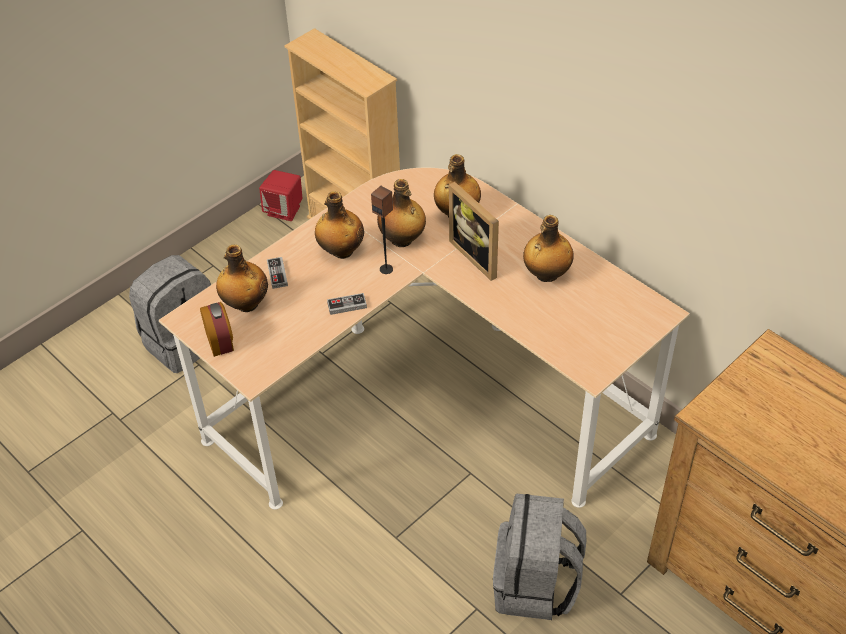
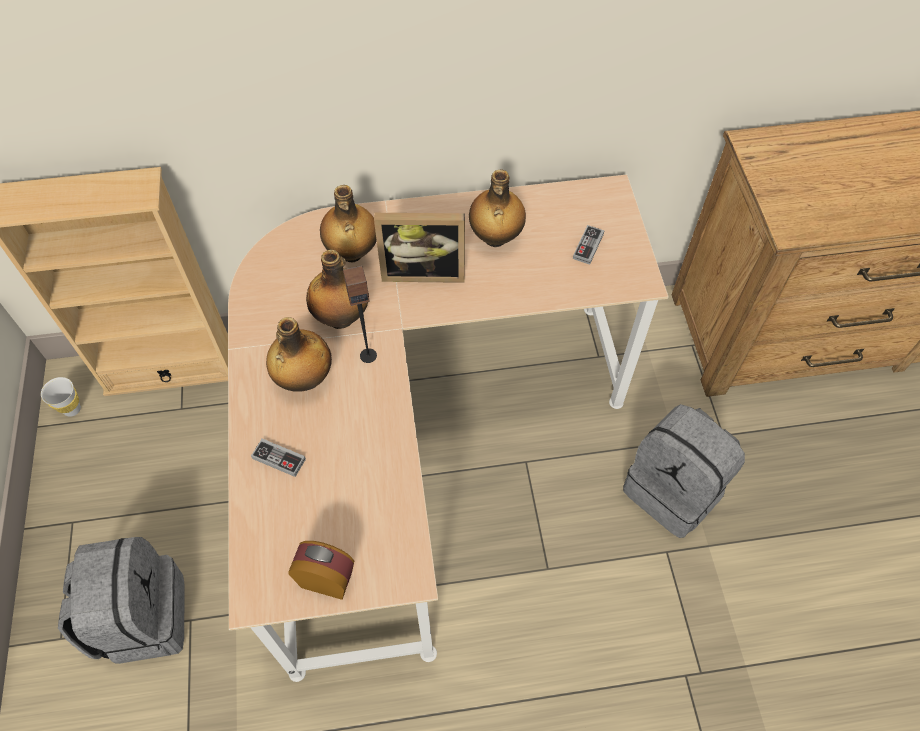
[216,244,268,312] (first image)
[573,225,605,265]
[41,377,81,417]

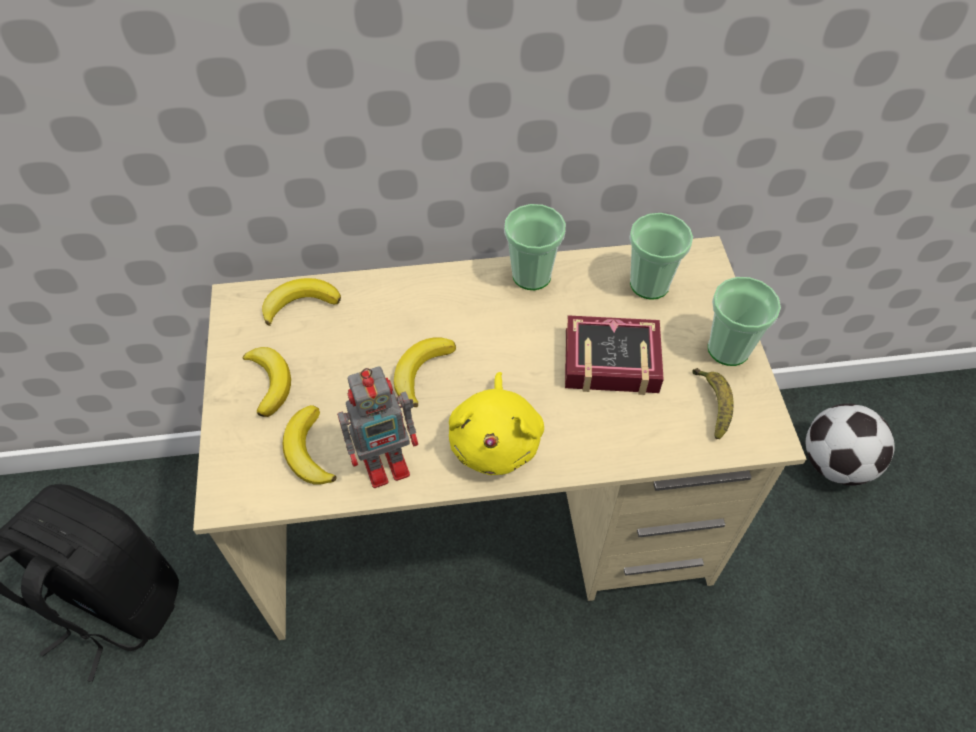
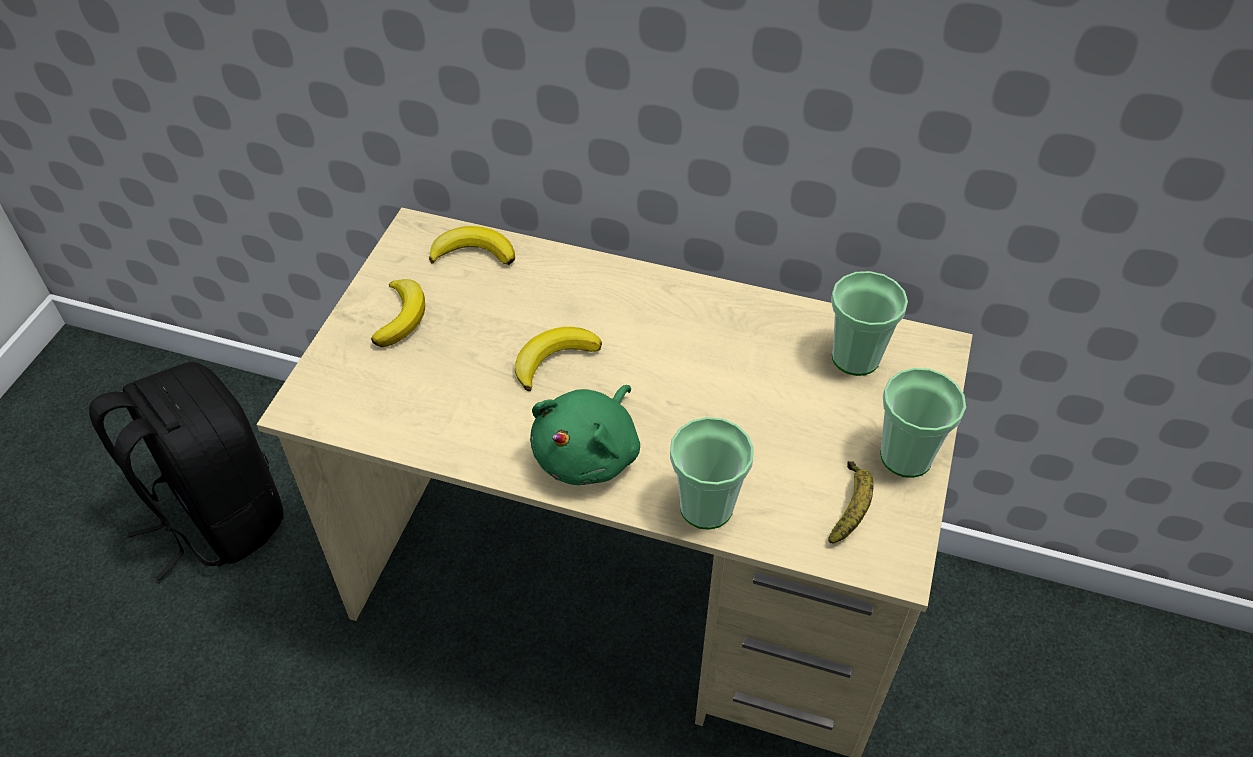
[282,405,336,485] (first image)
[337,366,418,488] (first image)
[565,315,664,395] (first image)
[806,403,895,486] (first image)
[670,417,754,530]
[530,385,640,485]

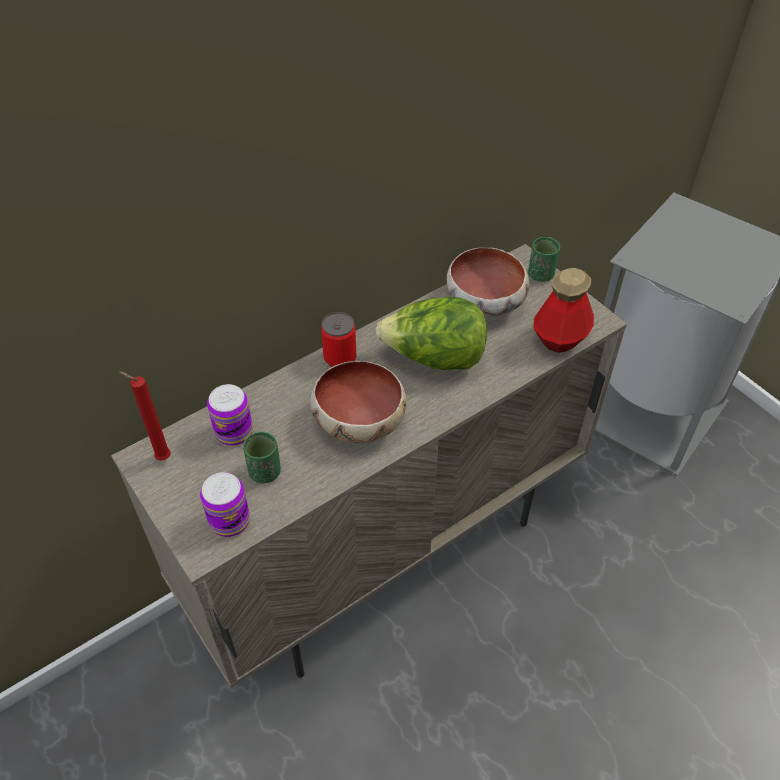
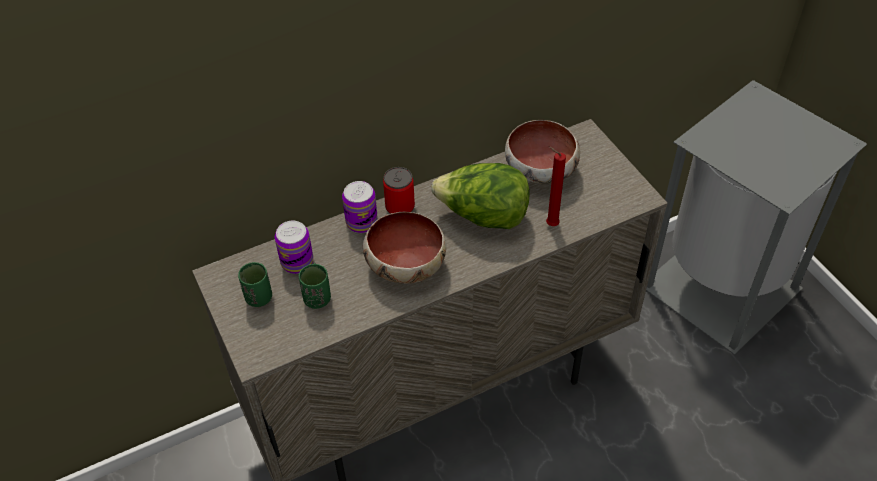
[533,268,594,353] (first image)
[546,147,566,226]
[342,181,378,233]
[238,262,272,307]

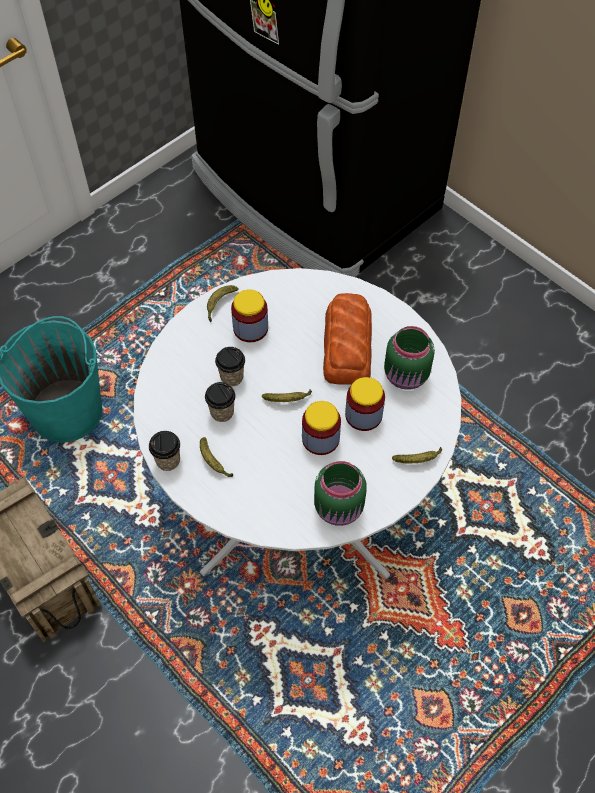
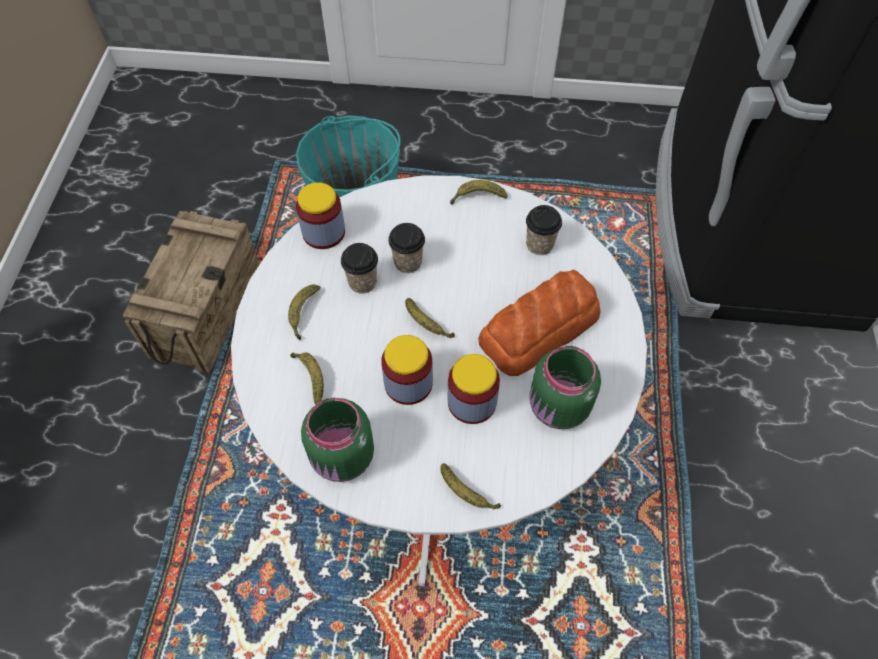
[290,353,324,404]
[526,205,562,255]
[296,182,345,249]

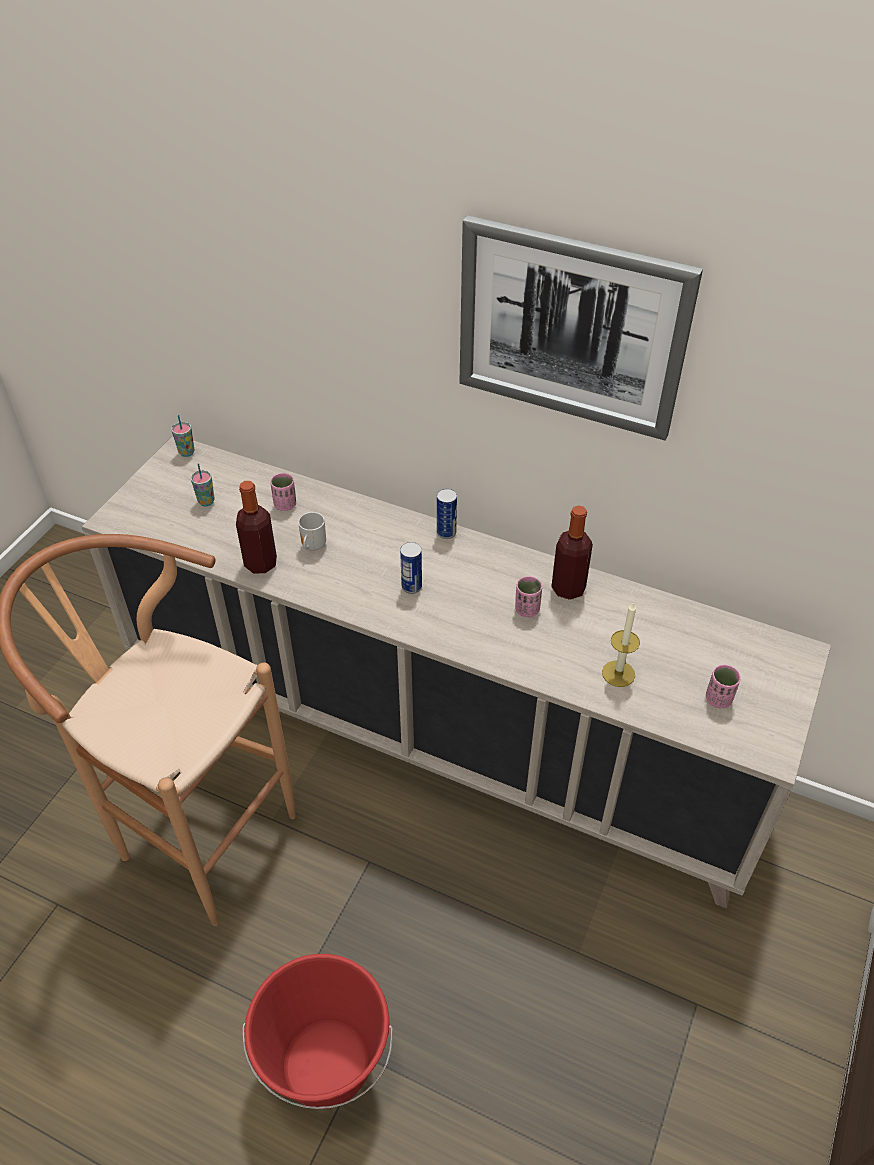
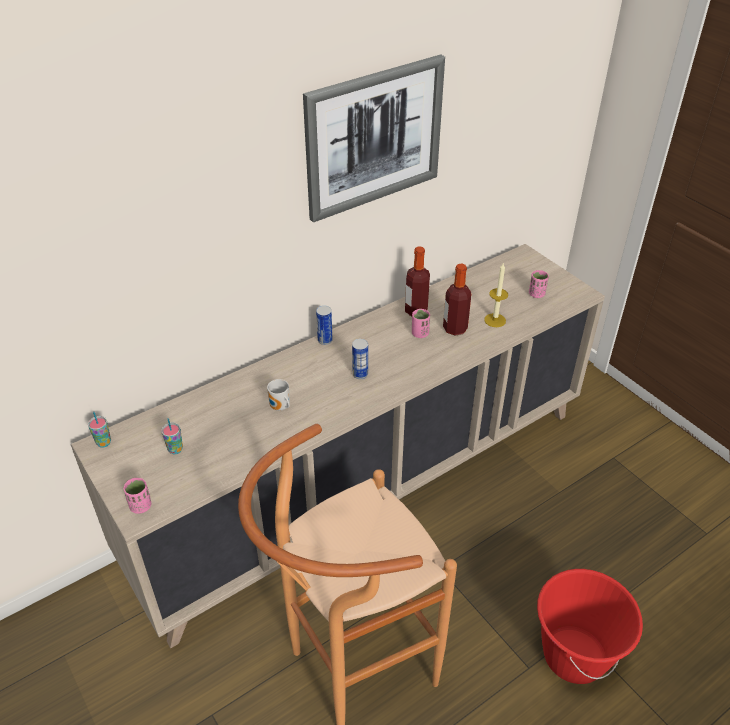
[443,263,472,336]
[123,478,151,514]

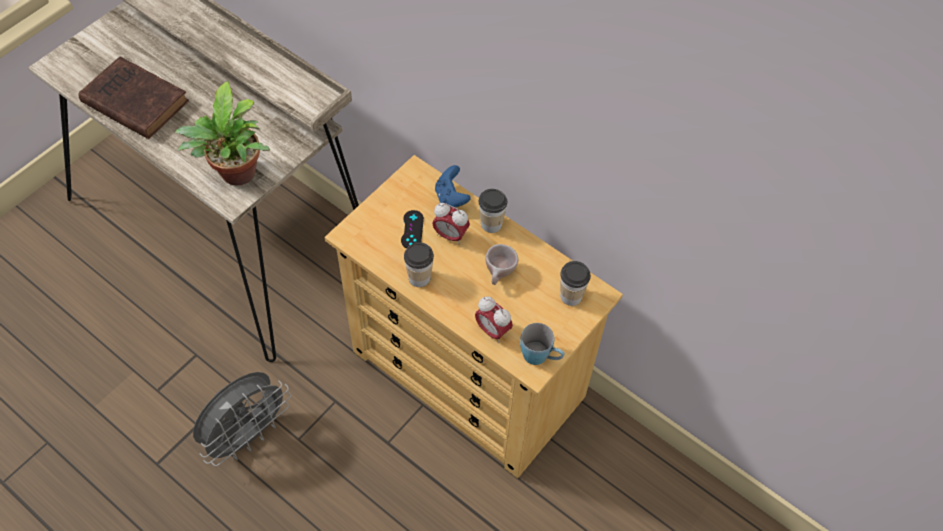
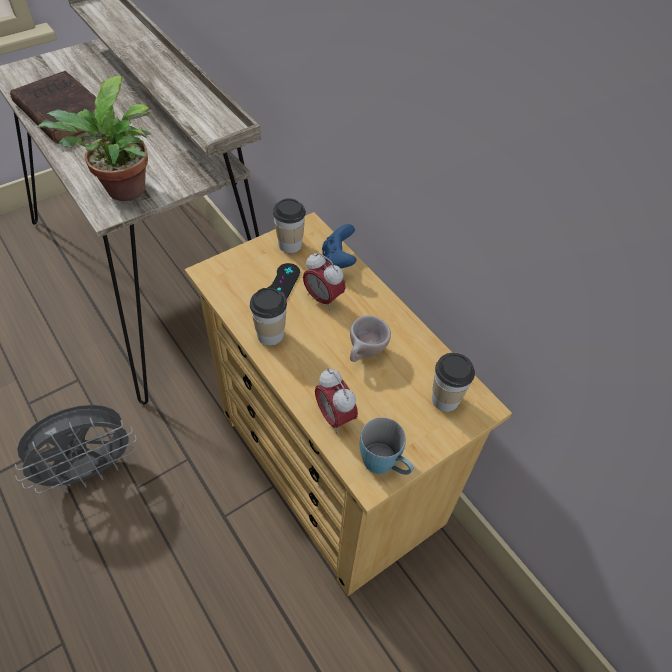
[273,198,306,253]

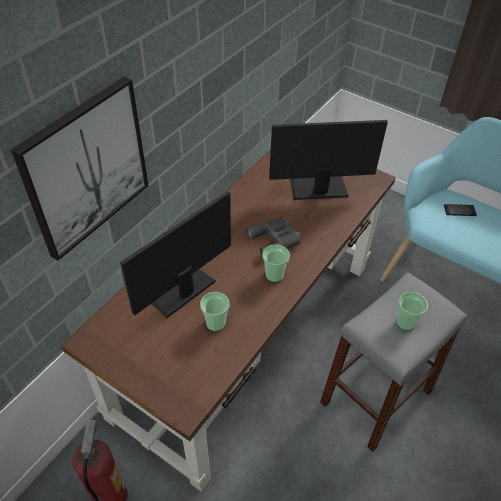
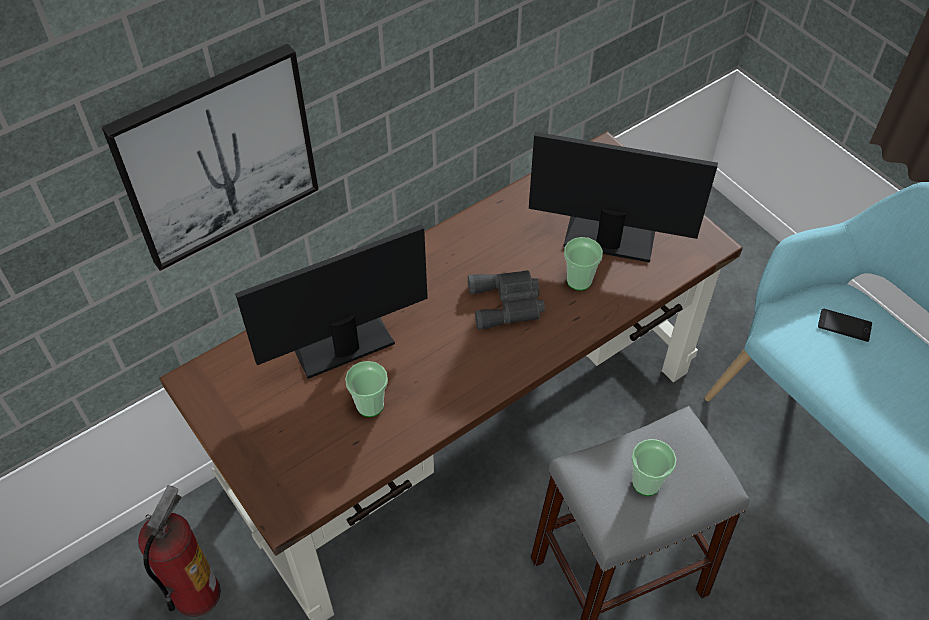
[564,237,603,291]

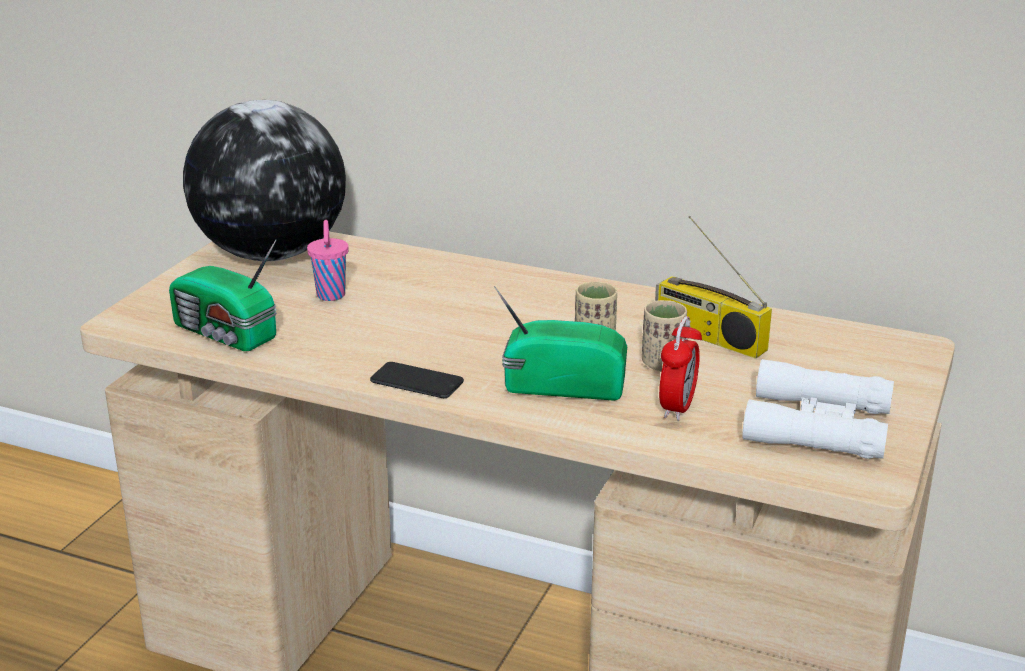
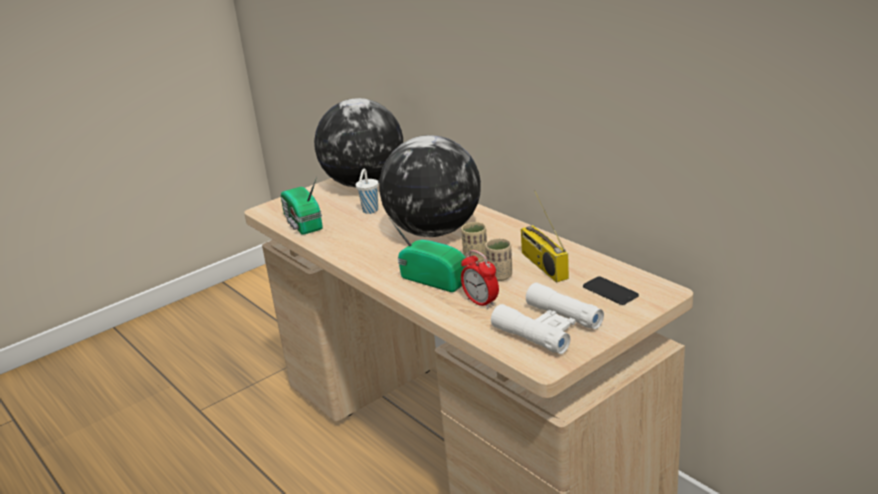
[379,135,481,237]
[583,276,639,305]
[356,169,378,214]
[461,250,499,309]

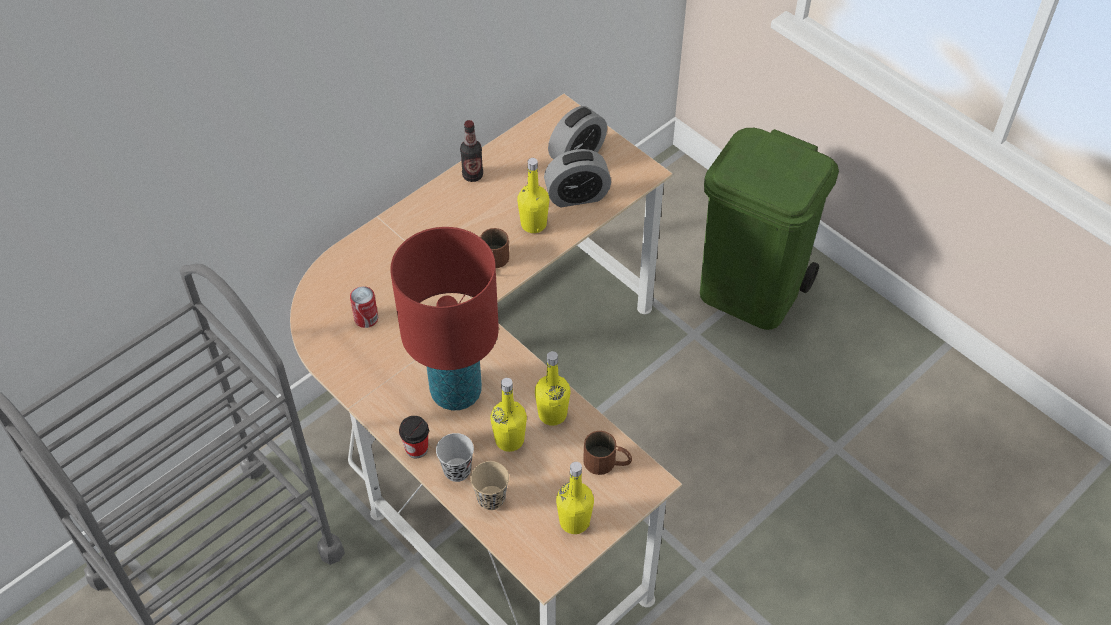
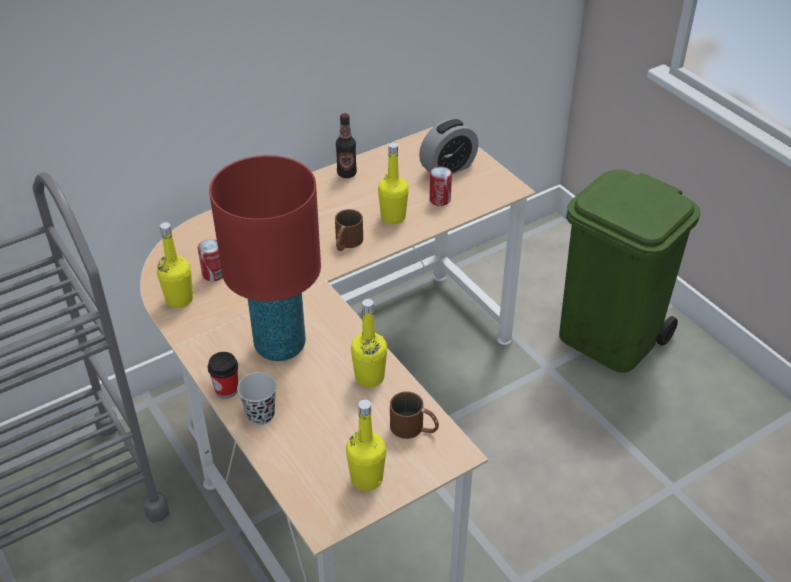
[470,461,509,510] (first image)
[157,222,194,308]
[429,166,452,206]

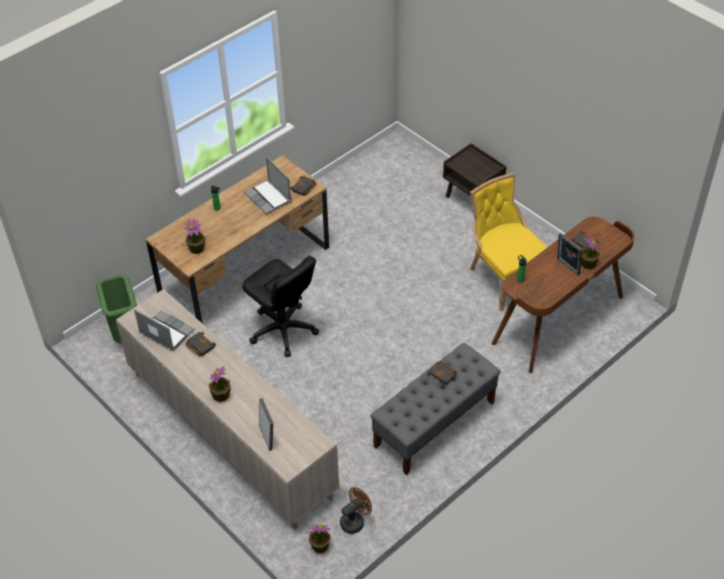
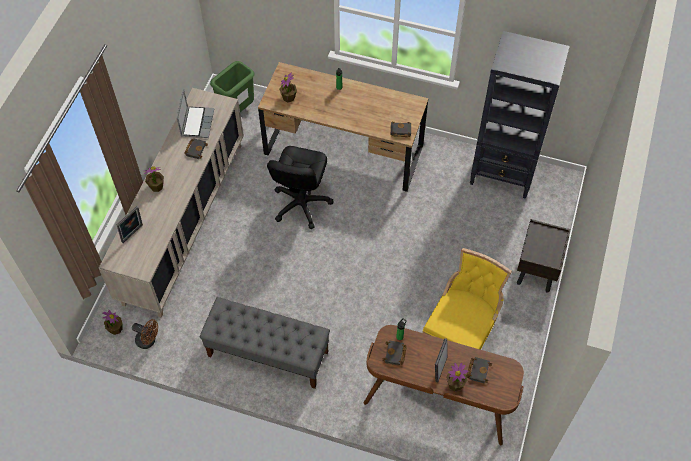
[244,157,291,215] (first image)
[470,31,570,199]
[382,340,407,366]

